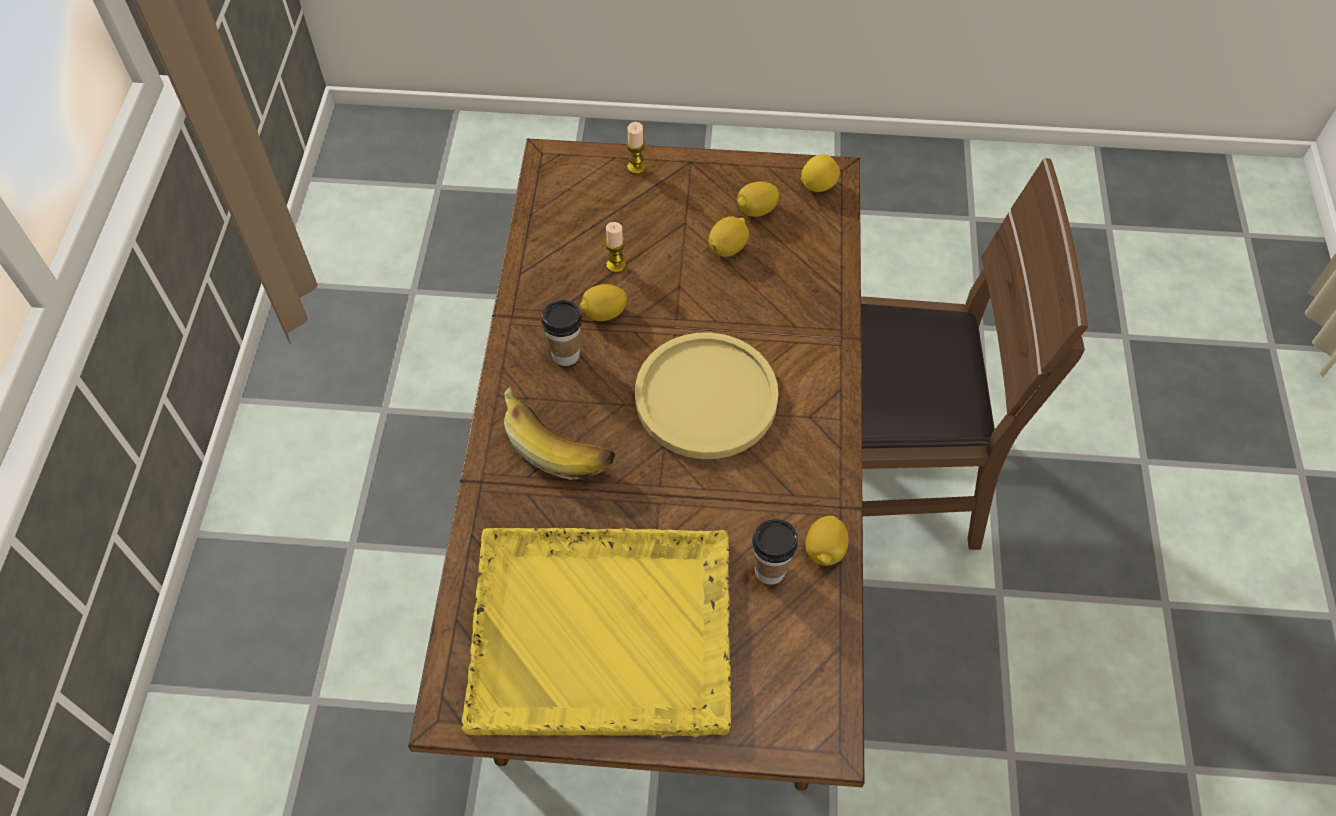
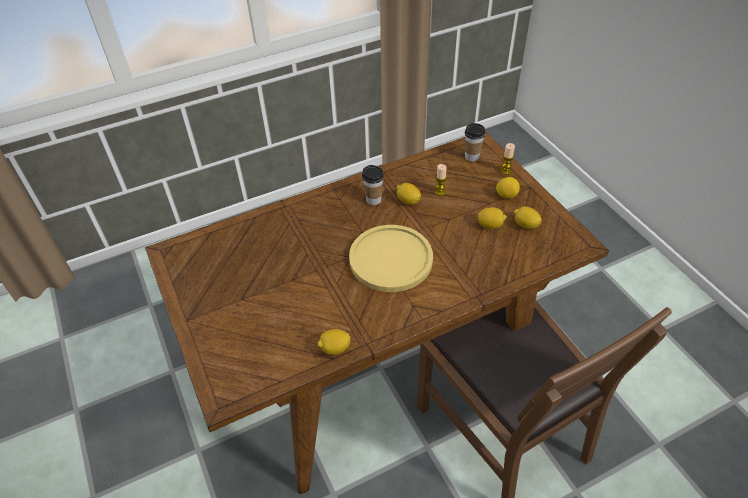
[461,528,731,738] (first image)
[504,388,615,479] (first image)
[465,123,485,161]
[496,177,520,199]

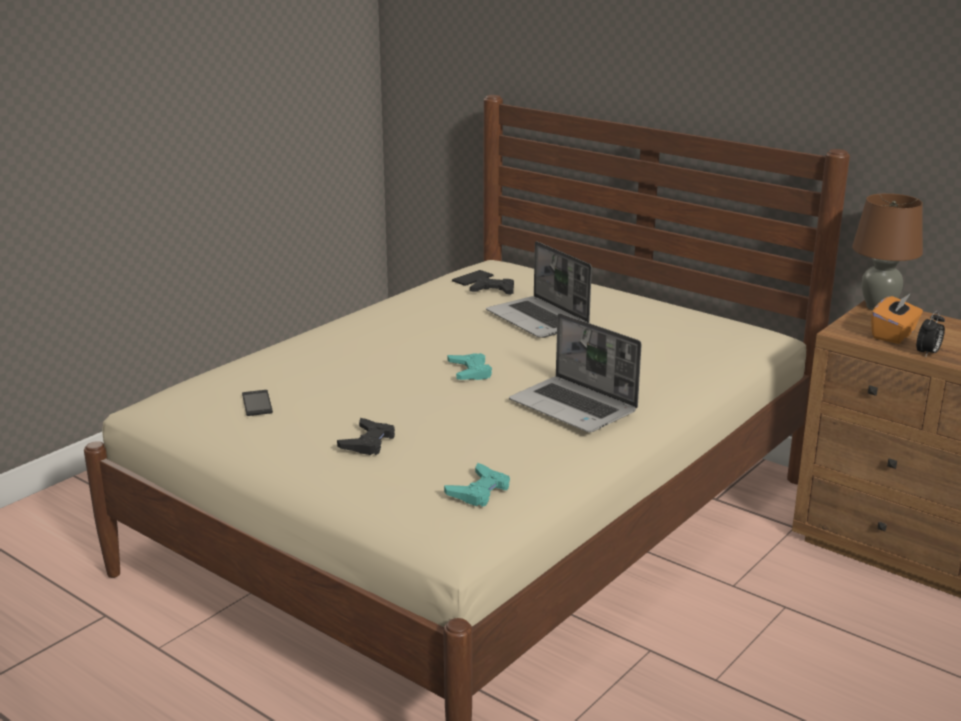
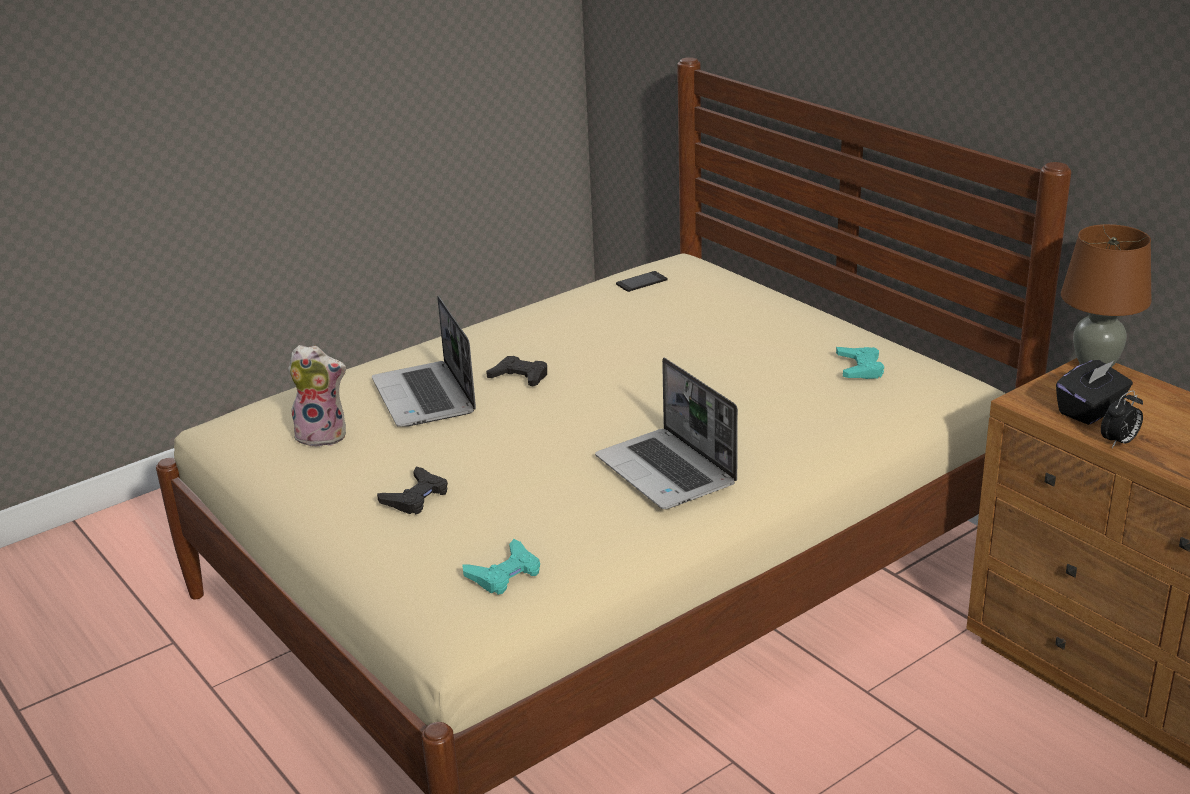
[836,347,884,379]
[486,356,547,387]
[372,296,476,427]
[288,345,346,447]
[1056,360,1133,425]

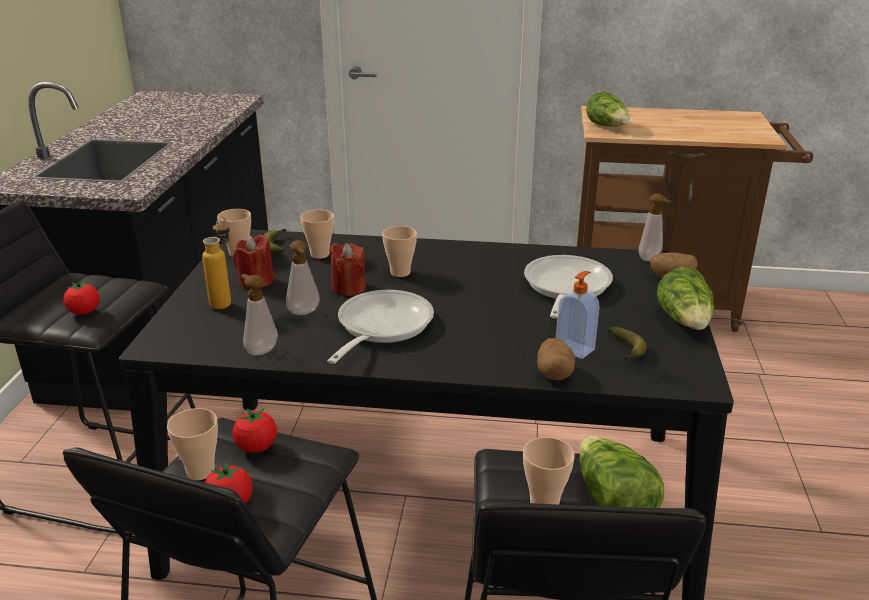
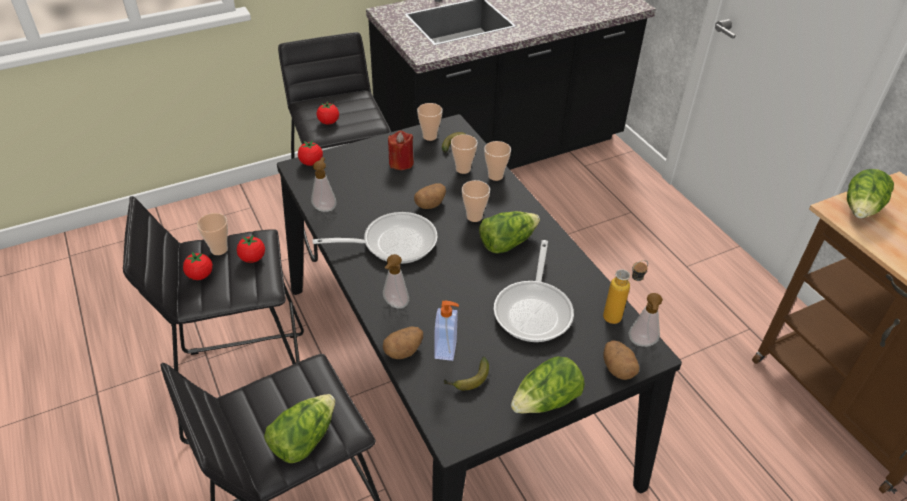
[298,140,323,166]
[479,211,540,254]
[603,260,648,324]
[383,254,409,309]
[484,141,511,181]
[414,184,446,209]
[494,240,574,342]

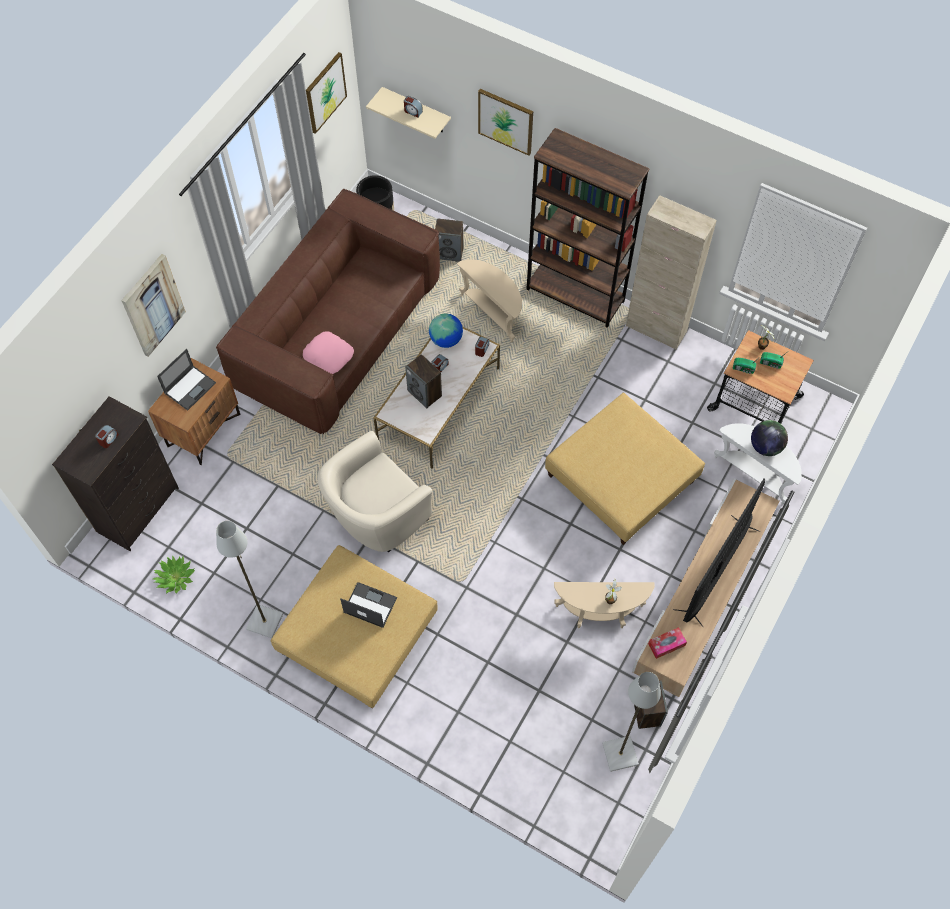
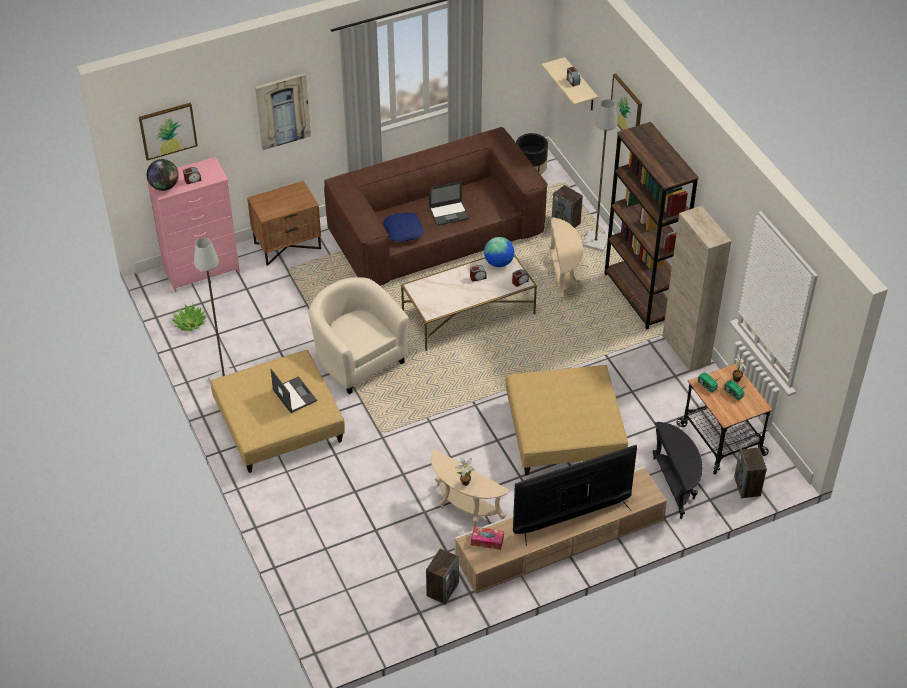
[429,181,470,226]
[139,103,198,161]
[734,448,767,499]
[582,99,618,251]
[147,159,179,191]
[146,157,240,292]
[383,212,424,242]
[652,422,703,519]
[308,277,409,394]

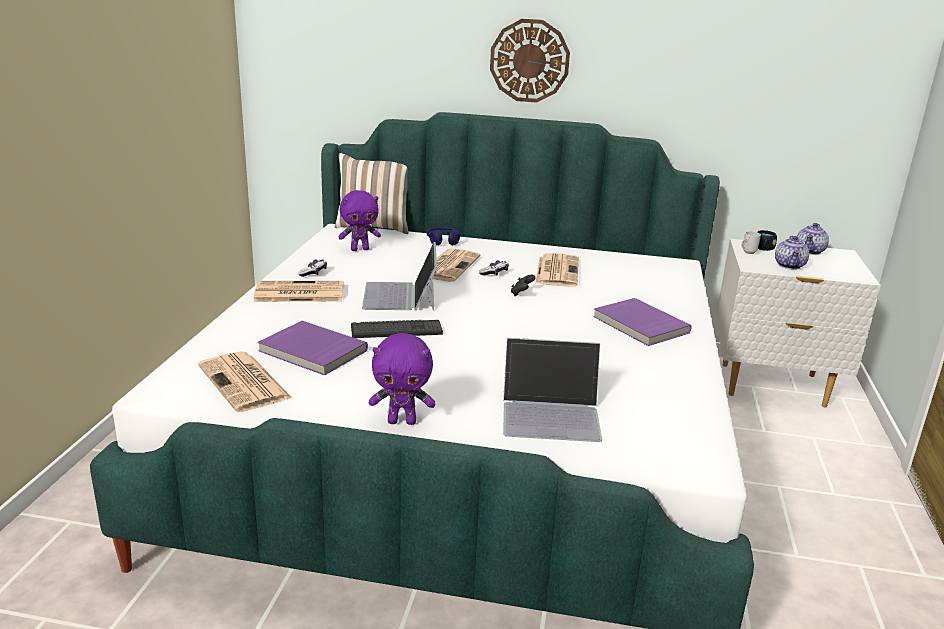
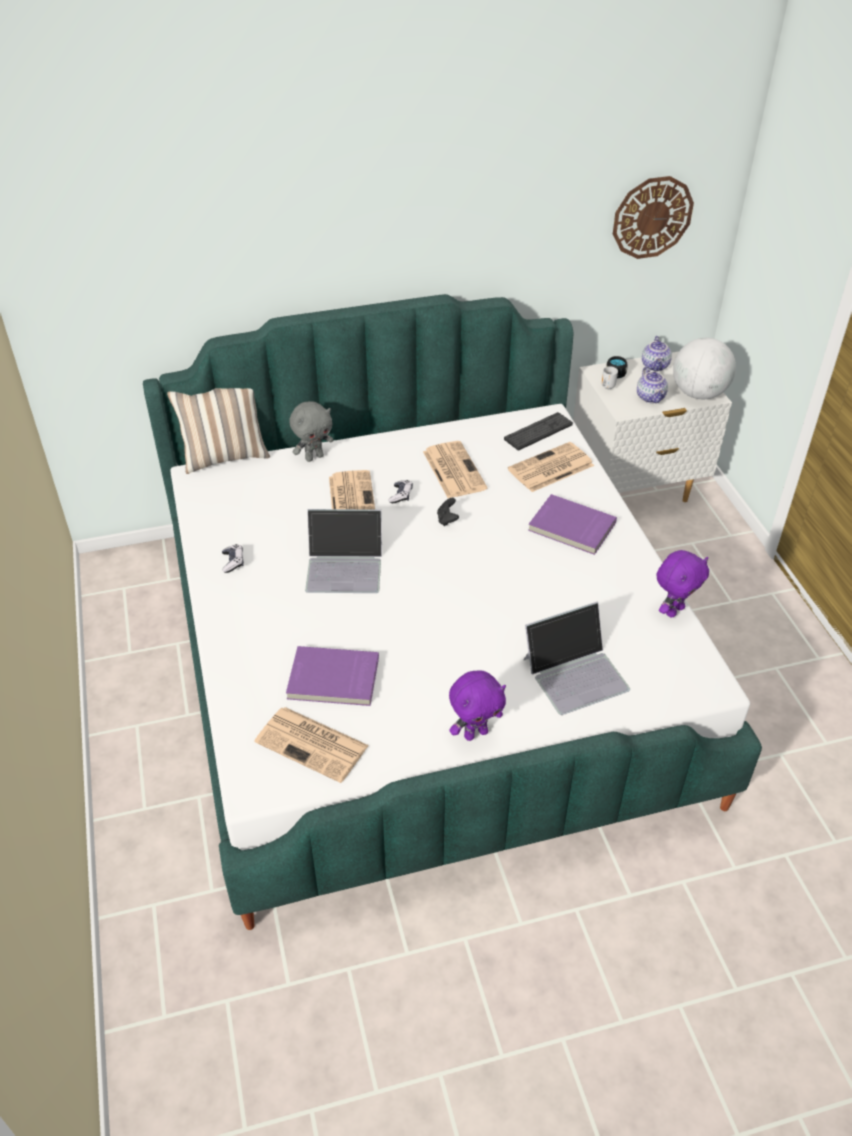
[673,338,736,399]
[508,442,594,492]
[657,550,709,618]
[504,412,573,450]
[613,176,694,259]
[289,401,334,462]
[305,509,382,593]

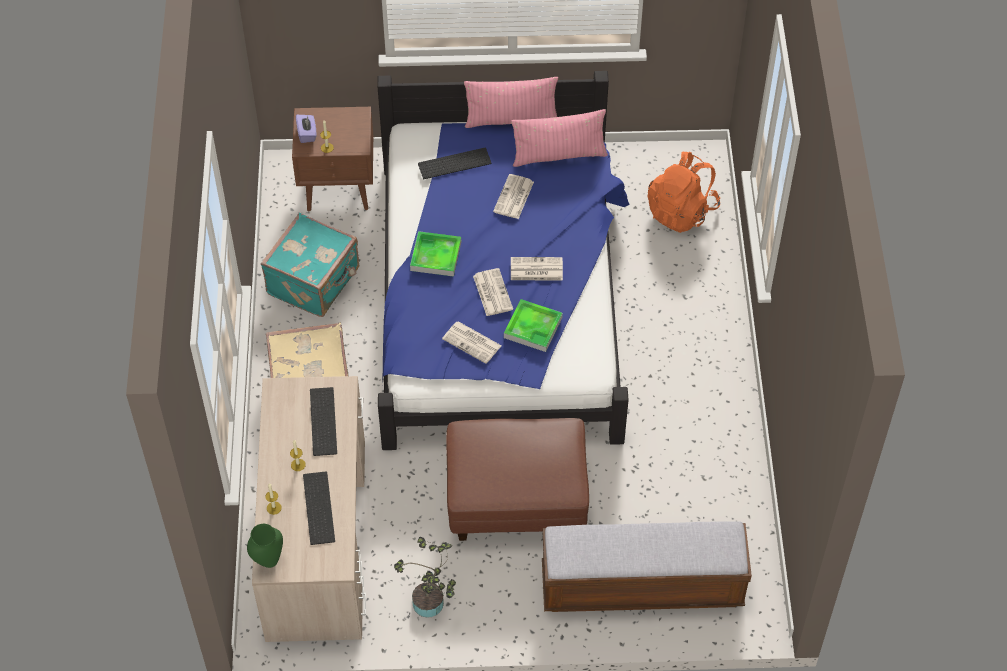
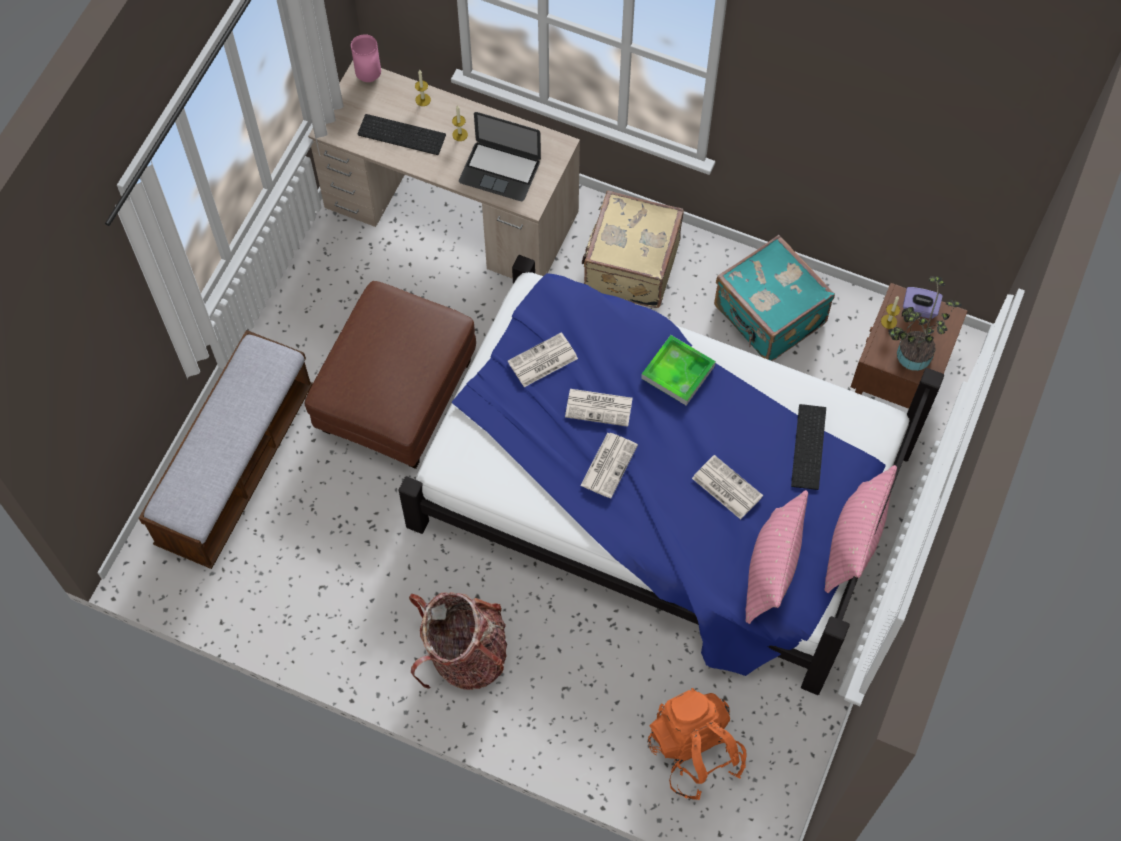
[504,299,563,352] (first image)
[409,592,507,690]
[888,276,962,371]
[459,112,541,201]
[351,34,381,82]

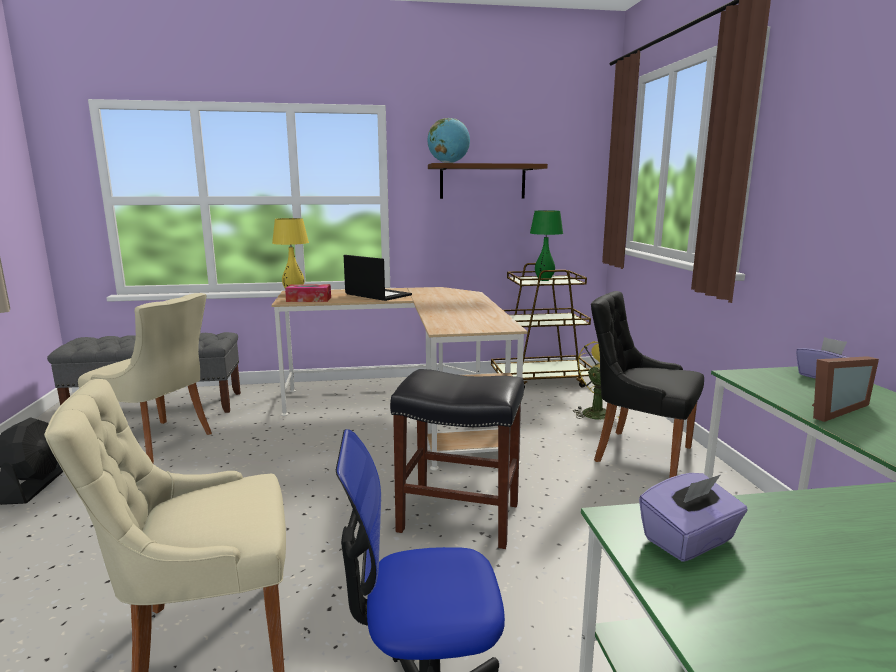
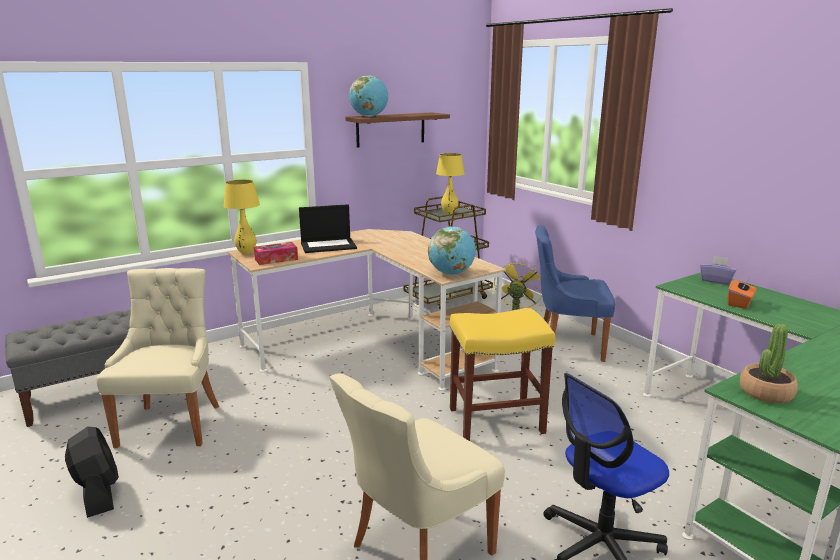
[428,226,476,275]
[740,324,798,403]
[728,279,756,309]
[450,308,555,441]
[436,153,465,214]
[535,225,615,362]
[96,268,219,448]
[299,204,357,253]

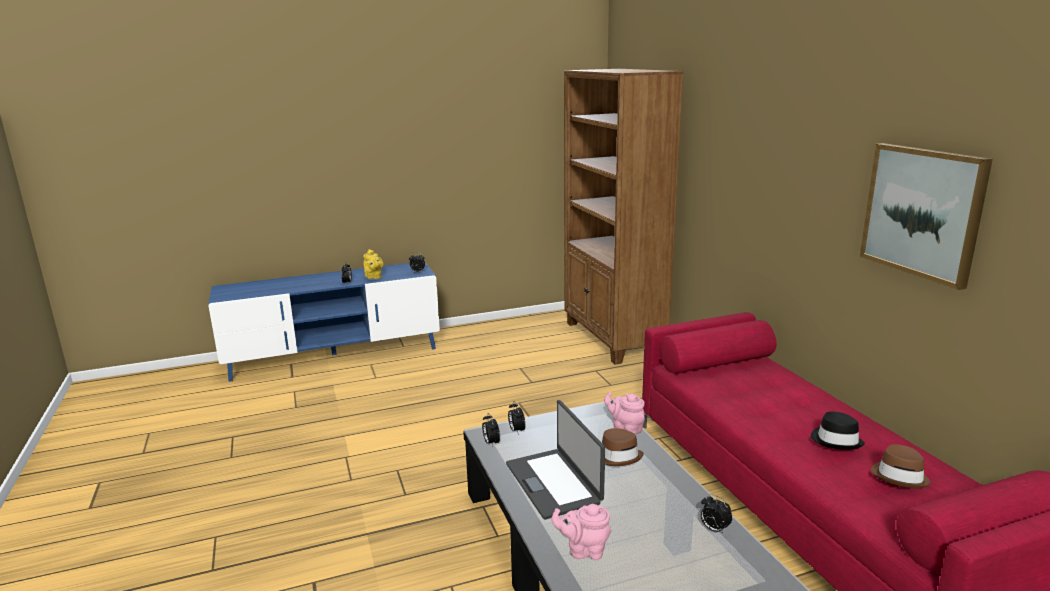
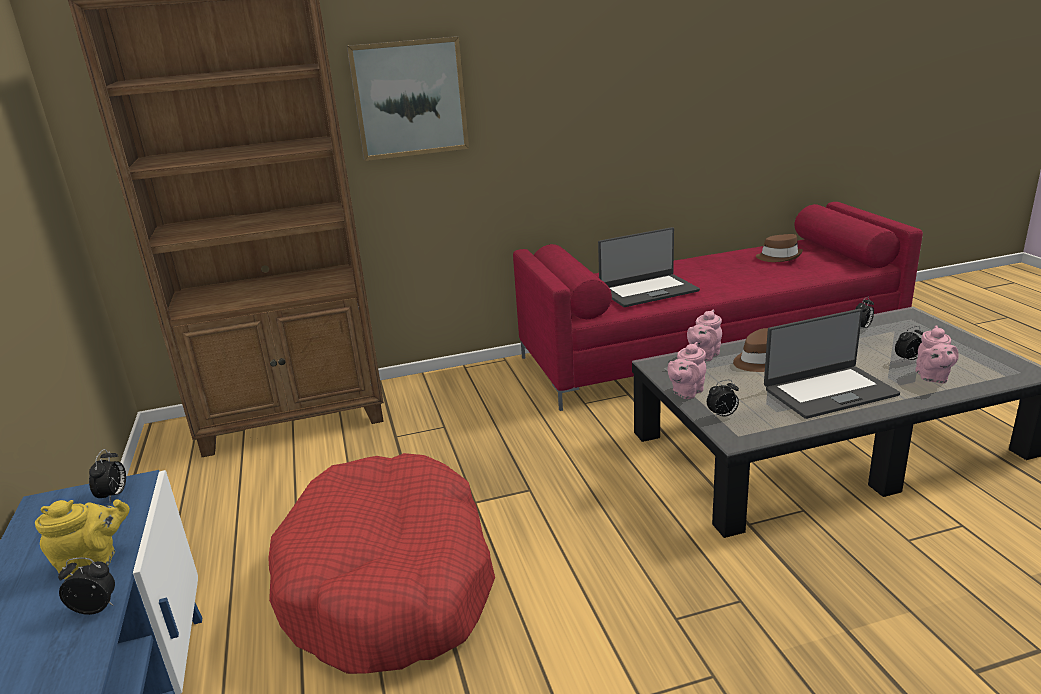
[811,412,865,450] (first image)
[268,453,495,674]
[598,227,700,307]
[668,342,706,399]
[895,326,924,362]
[347,36,469,161]

